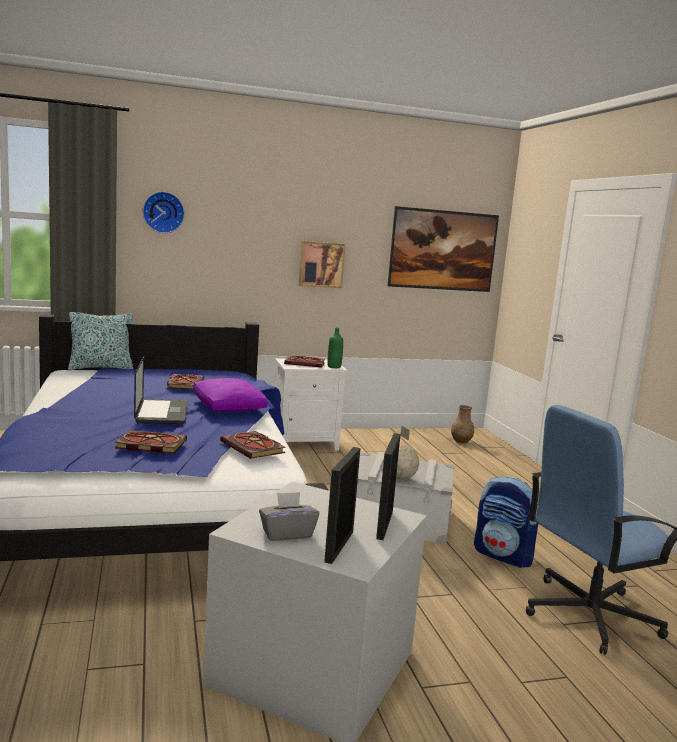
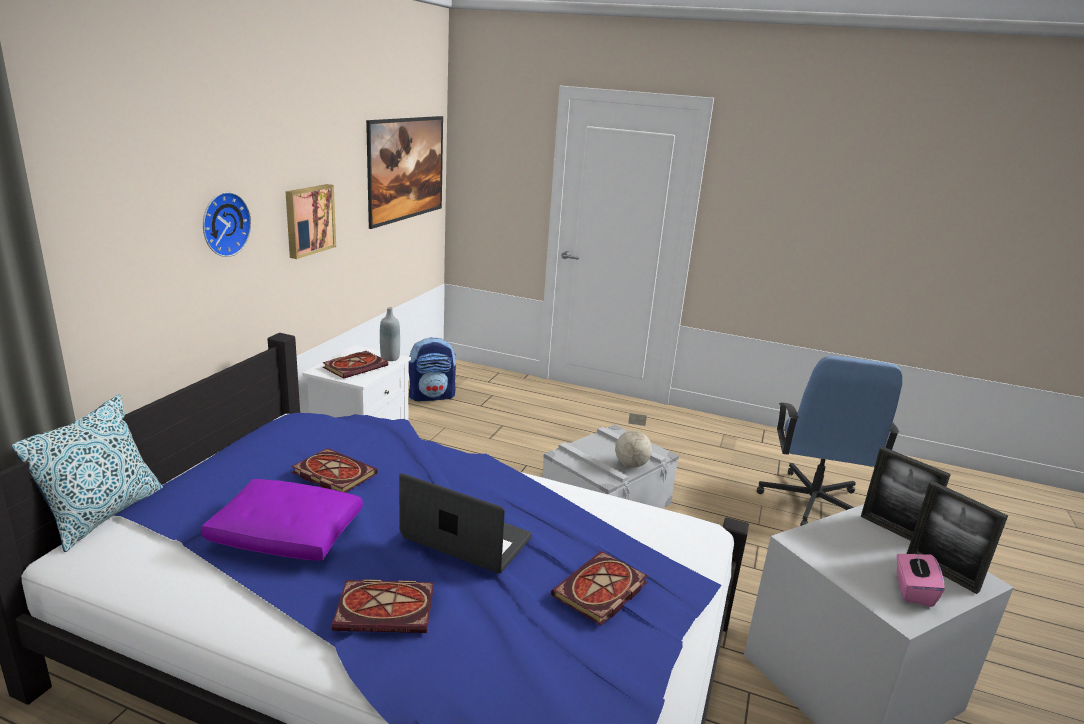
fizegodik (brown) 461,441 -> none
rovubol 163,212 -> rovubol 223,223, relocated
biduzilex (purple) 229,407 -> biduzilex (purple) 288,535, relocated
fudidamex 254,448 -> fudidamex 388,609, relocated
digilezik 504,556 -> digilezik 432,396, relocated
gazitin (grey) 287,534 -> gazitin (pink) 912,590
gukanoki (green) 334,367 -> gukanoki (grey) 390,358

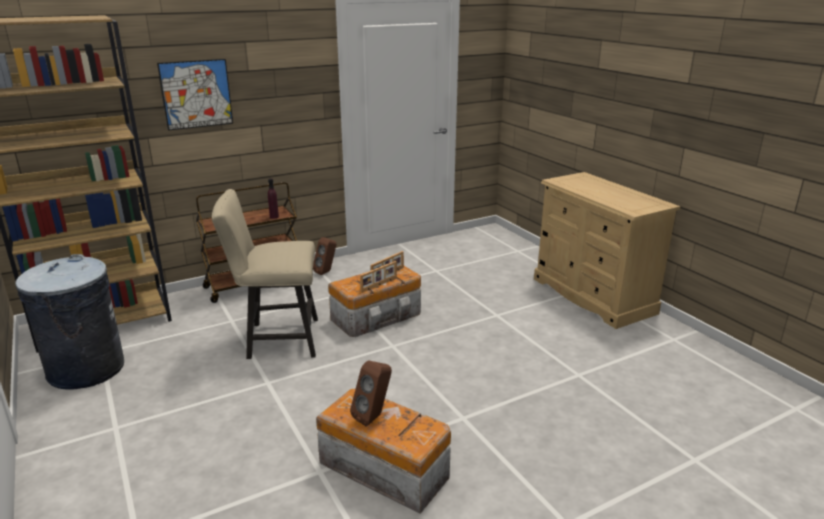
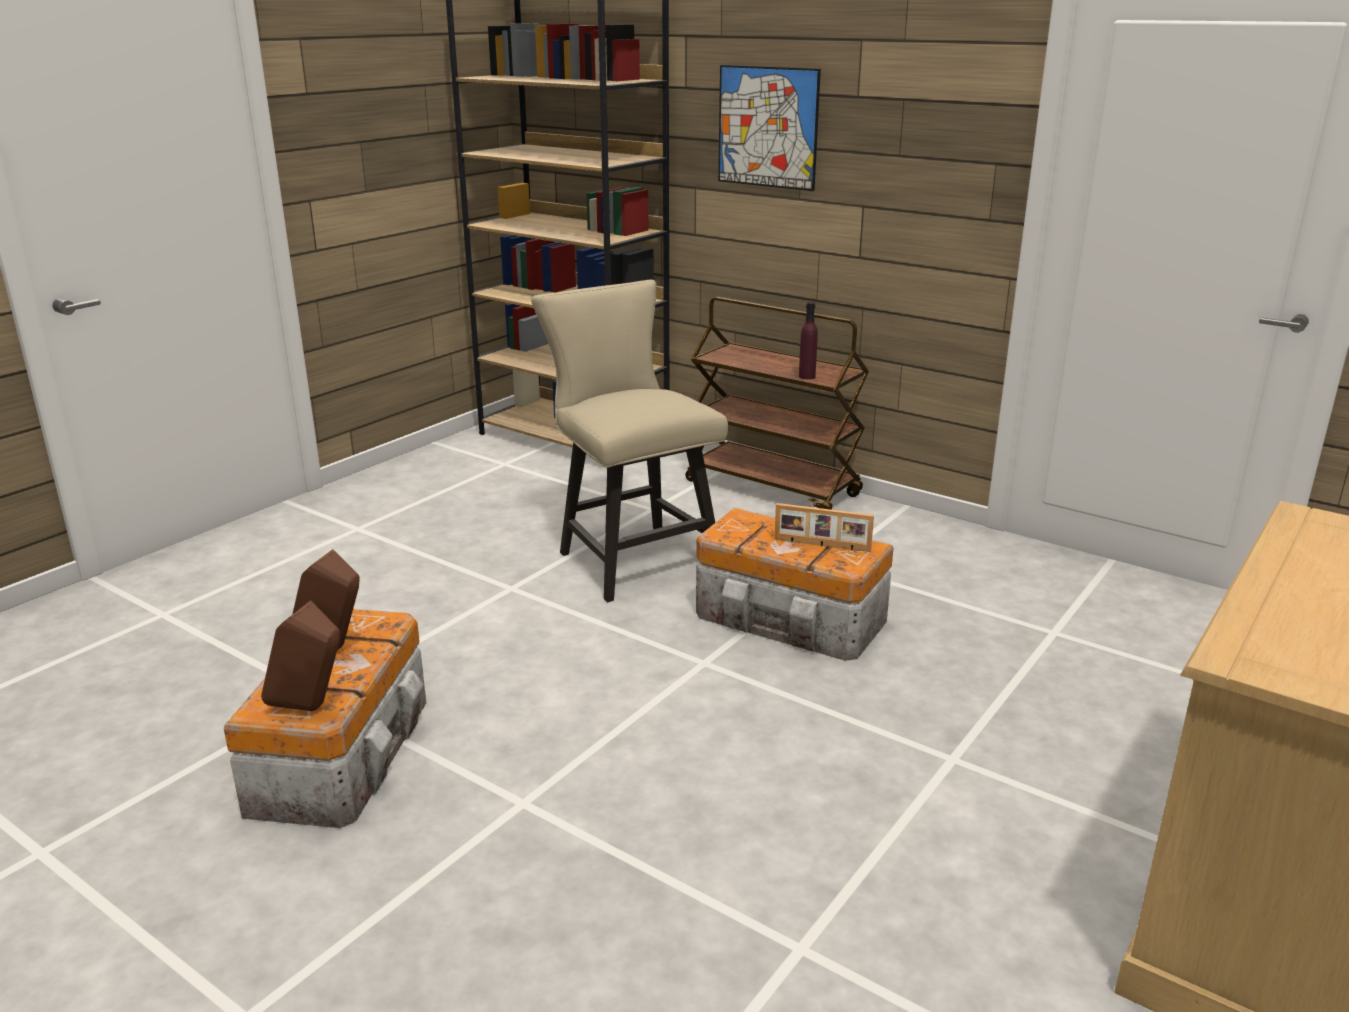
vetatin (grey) 85,369 -> none
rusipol 379,285 -> none
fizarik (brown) 326,272 -> fizarik (brown) 312,709, relocated

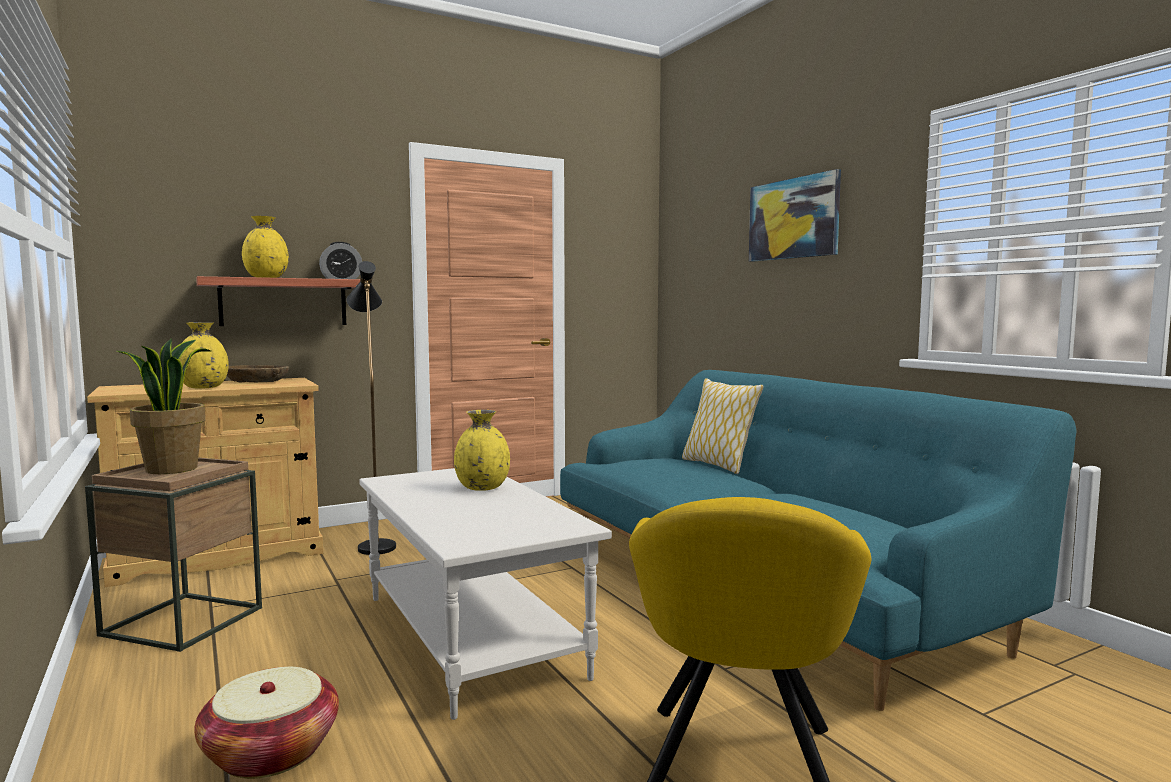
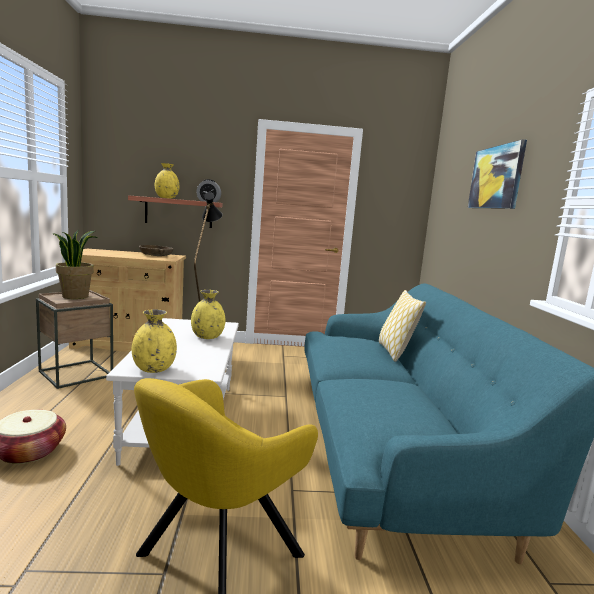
fizegodik (yellow) 203,387 -> fizegodik (yellow) 153,369, relocated

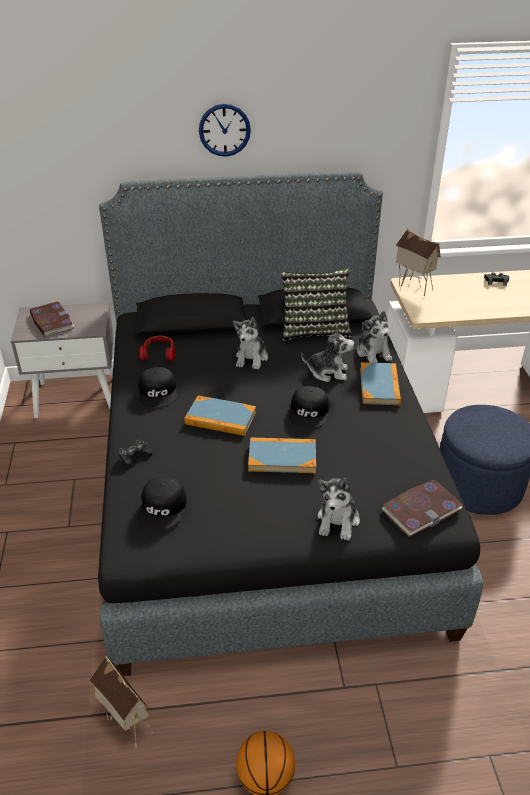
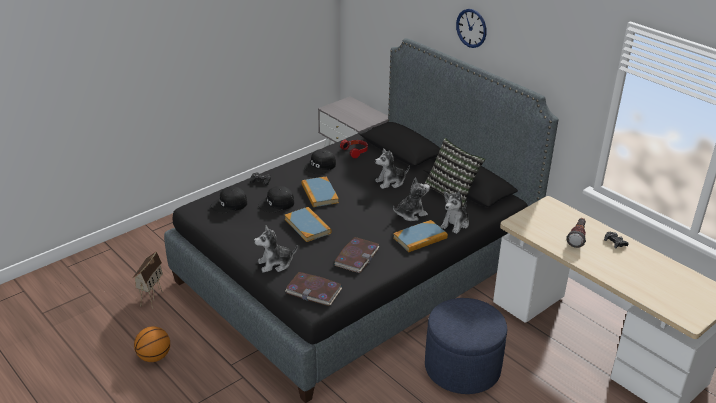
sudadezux 412,287 -> none
none -> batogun 577,237
fudidamex 51,321 -> fudidamex 356,256, relocated
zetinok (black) 309,412 -> zetinok (black) 277,204, relocated
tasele 328,372 -> tasele 411,214, 90 degrees counterclockwise

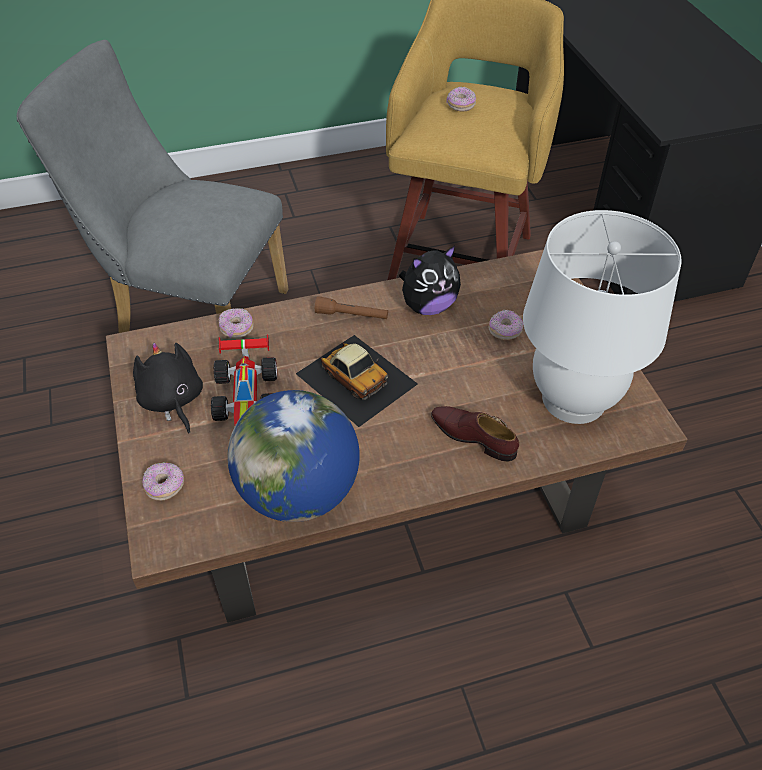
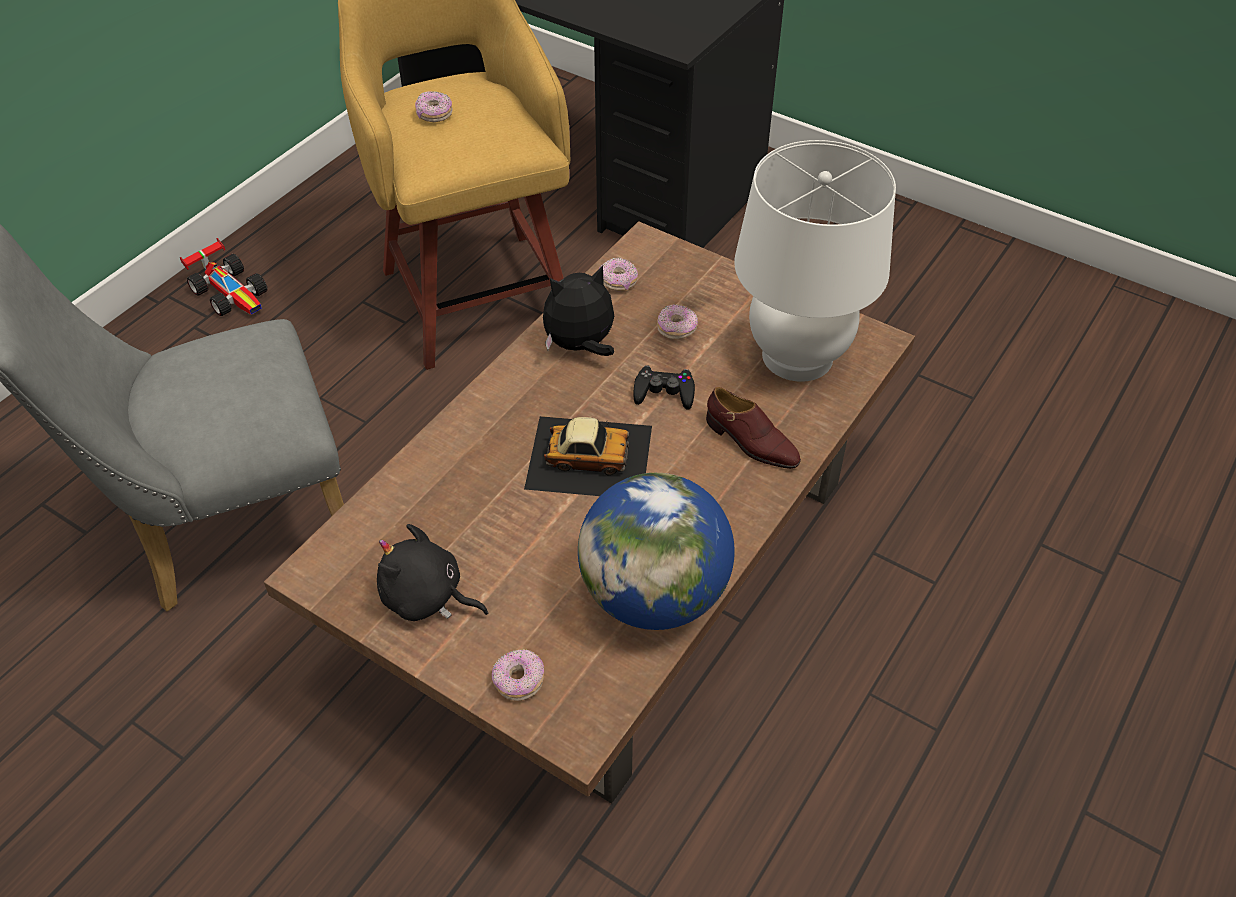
batogun (brown) 352,315 -> none
none -> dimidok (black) 664,392
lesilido 248,396 -> lesilido 231,291, relocated
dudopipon 236,329 -> dudopipon 618,282, relocated
tasele 428,306 -> tasele 580,346, 135 degrees counterclockwise
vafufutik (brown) 473,437 -> vafufutik (brown) 751,442, 135 degrees counterclockwise

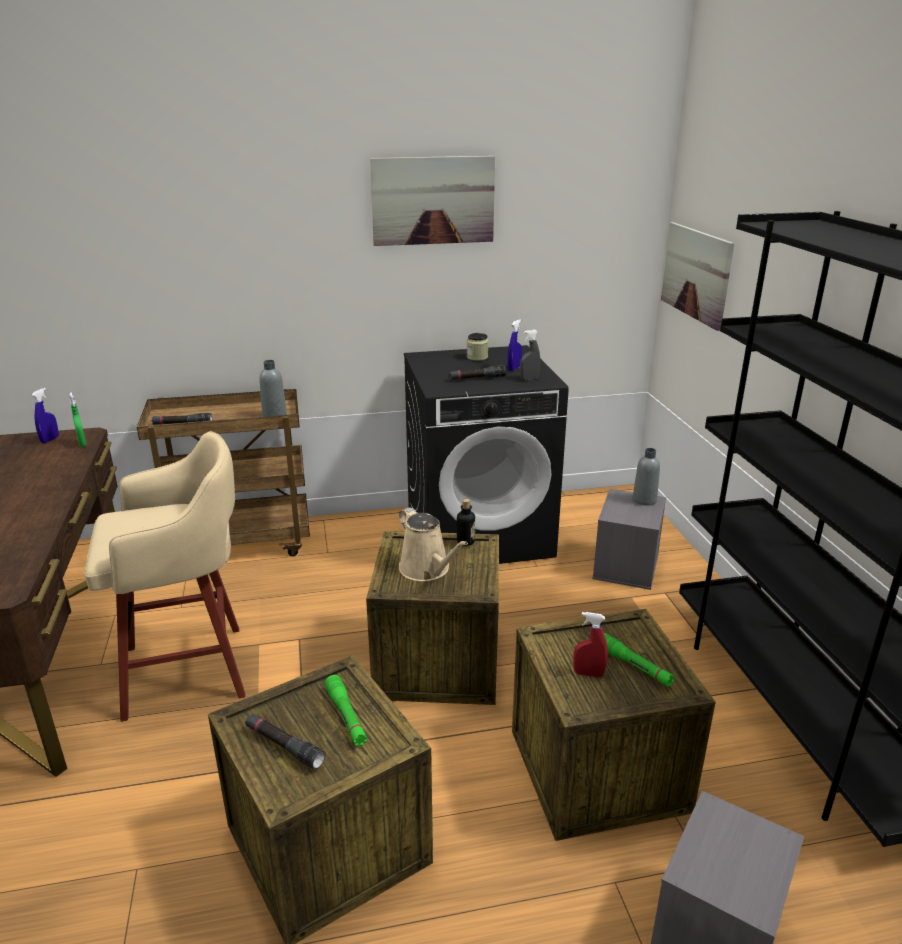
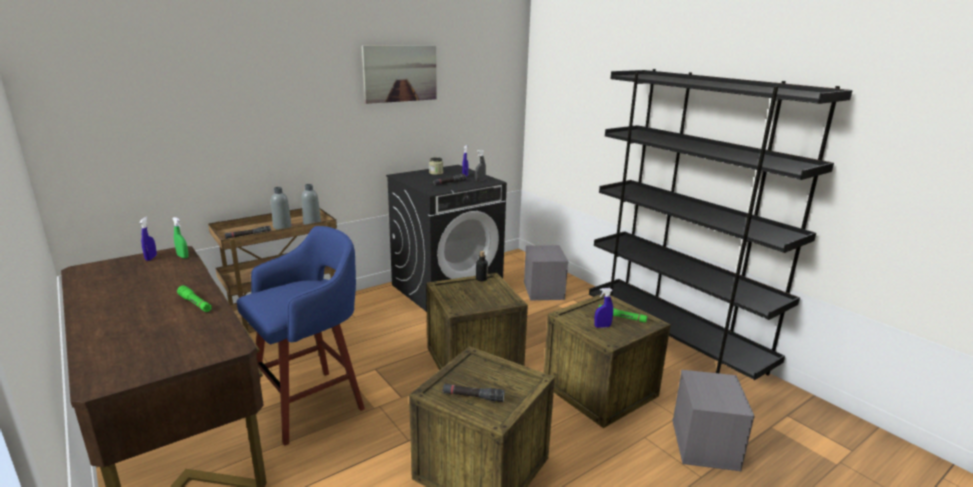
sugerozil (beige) 427,569 -> none
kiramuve 696,273 -> none
batogun (green) 346,716 -> batogun (green) 195,304, relocated
gukanoki (grey) 644,500 -> gukanoki (grey) 282,227, relocated
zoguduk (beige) 190,670 -> zoguduk (blue) 312,404
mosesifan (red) 588,674 -> mosesifan (blue) 602,326

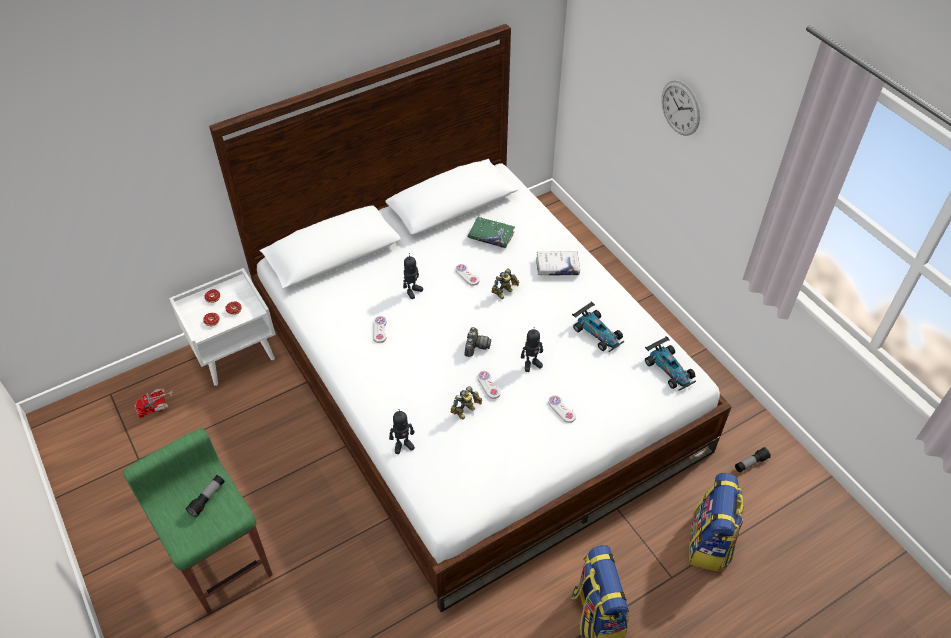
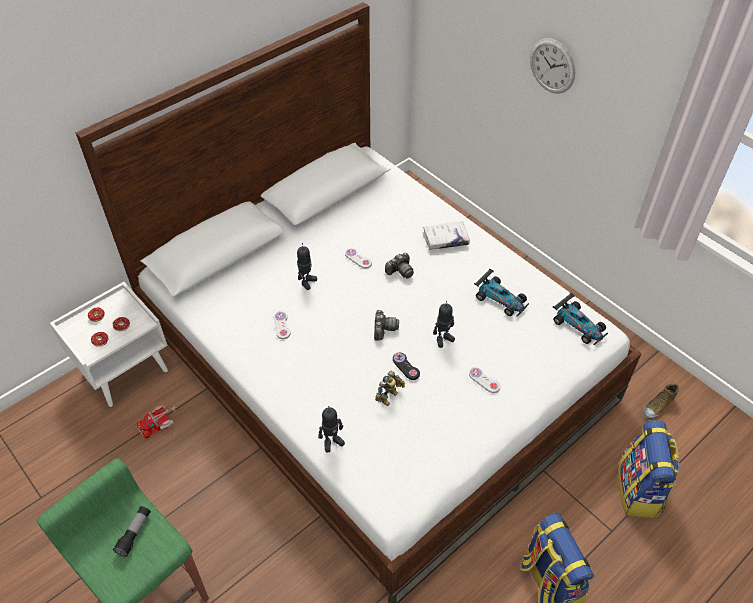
fudidamex (green) 491,236 -> none
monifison 156,405 -> monifison 159,423, relocated
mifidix 505,292 -> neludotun 400,271
batogun 750,463 -> vafufutik 658,405
dimidok (white) 488,385 -> dimidok (black) 406,367

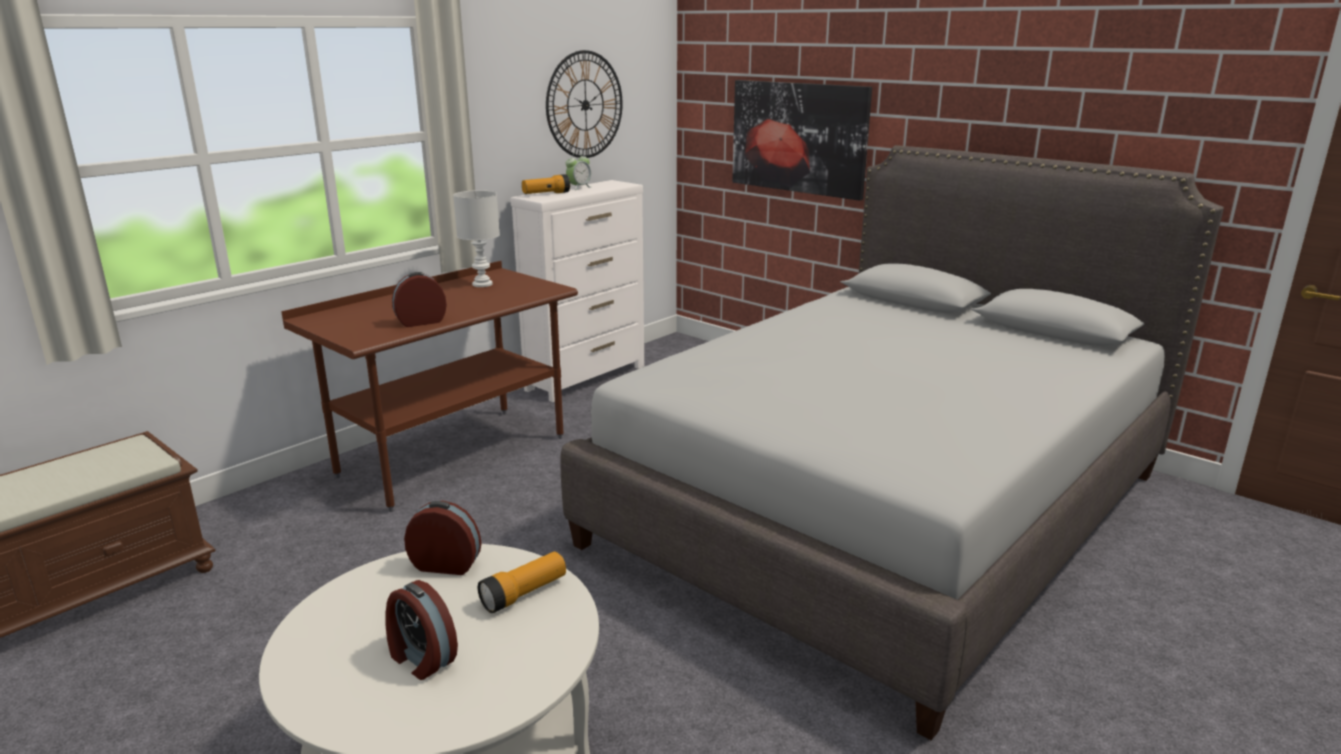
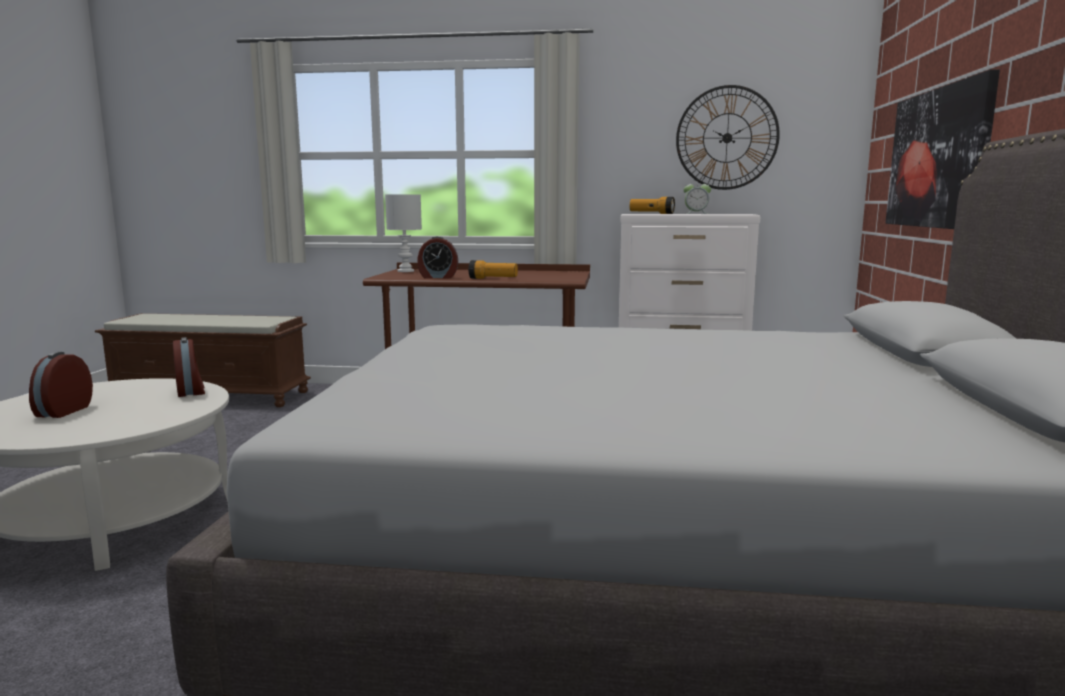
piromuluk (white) 483,284 -> piromuluk (white) 405,271, relocated
batogun 524,594 -> batogun 493,279, relocated
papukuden 421,321 -> papukuden 438,277, 150 degrees clockwise

